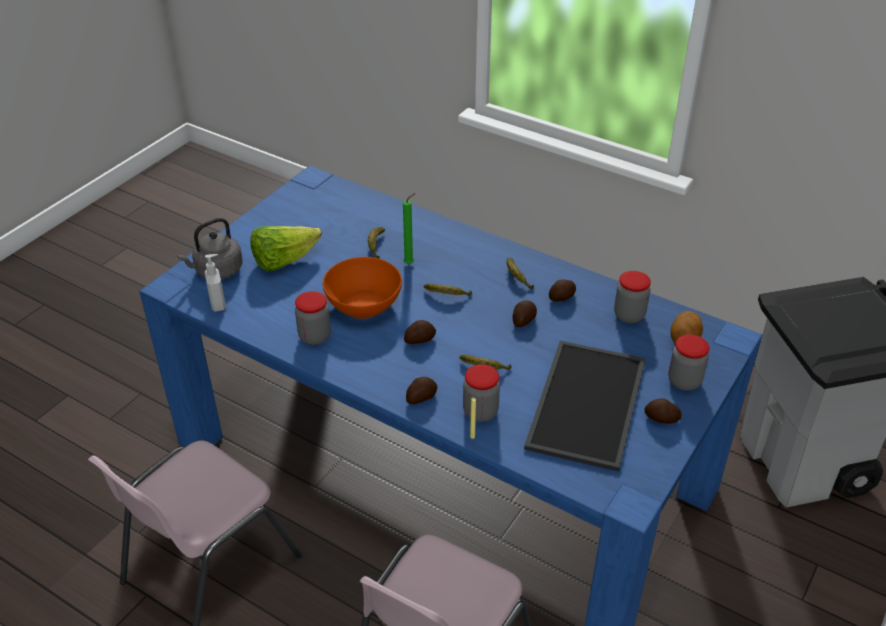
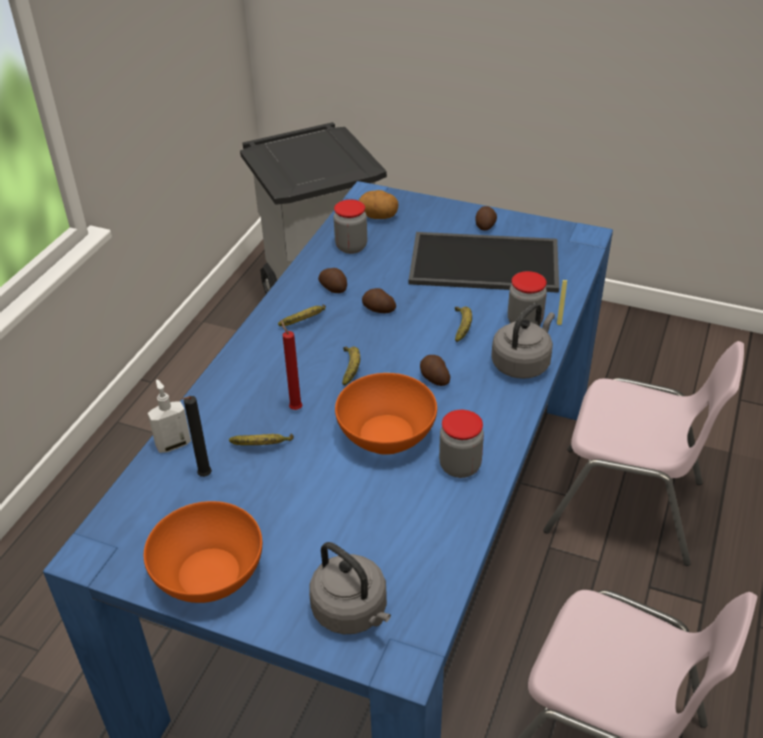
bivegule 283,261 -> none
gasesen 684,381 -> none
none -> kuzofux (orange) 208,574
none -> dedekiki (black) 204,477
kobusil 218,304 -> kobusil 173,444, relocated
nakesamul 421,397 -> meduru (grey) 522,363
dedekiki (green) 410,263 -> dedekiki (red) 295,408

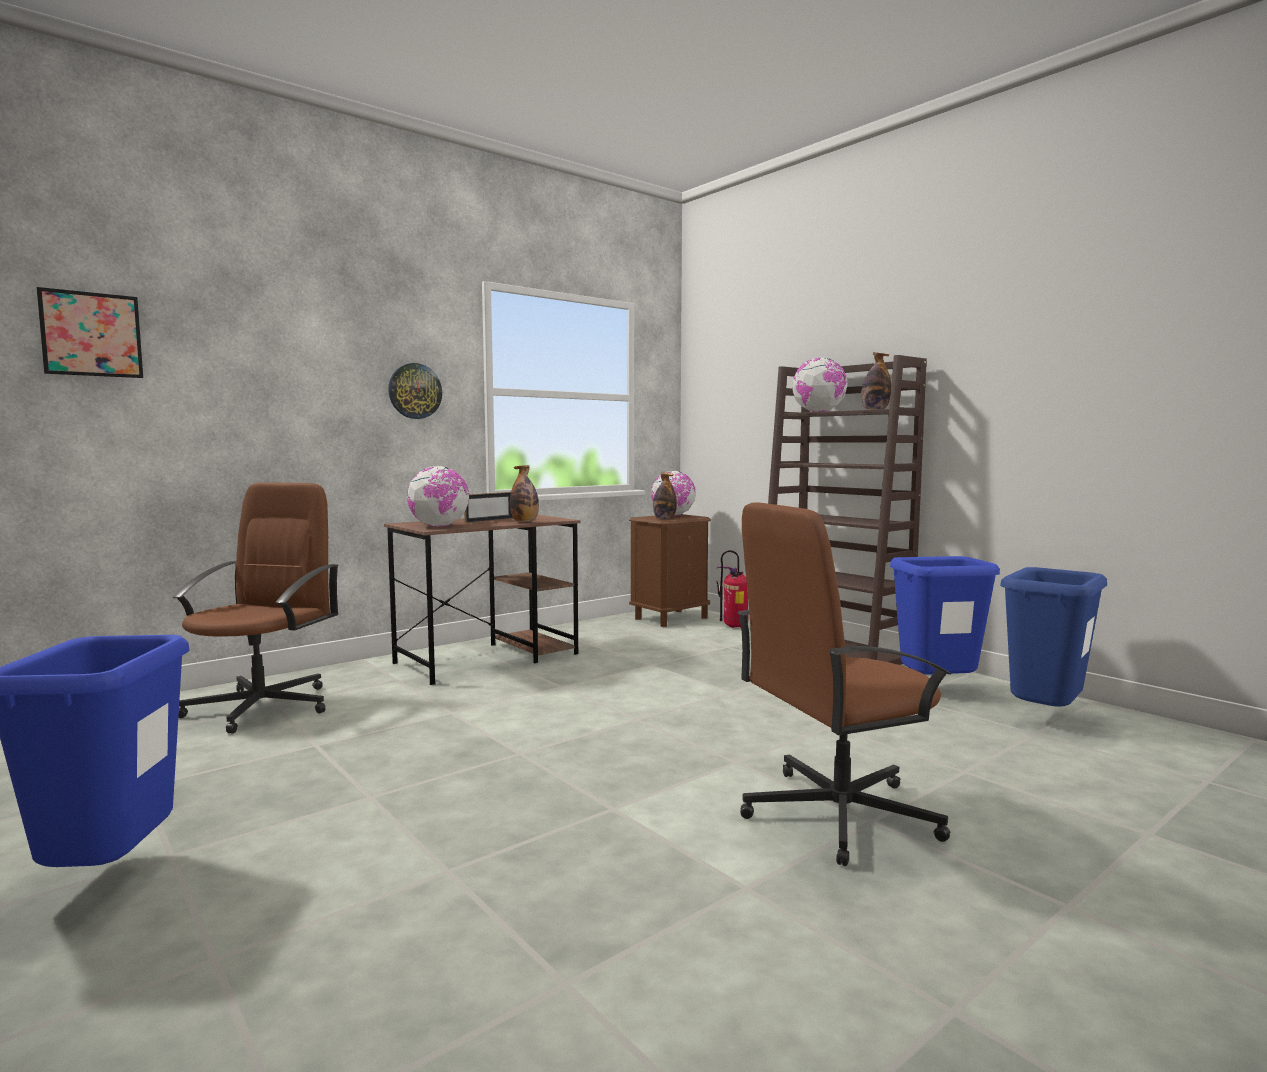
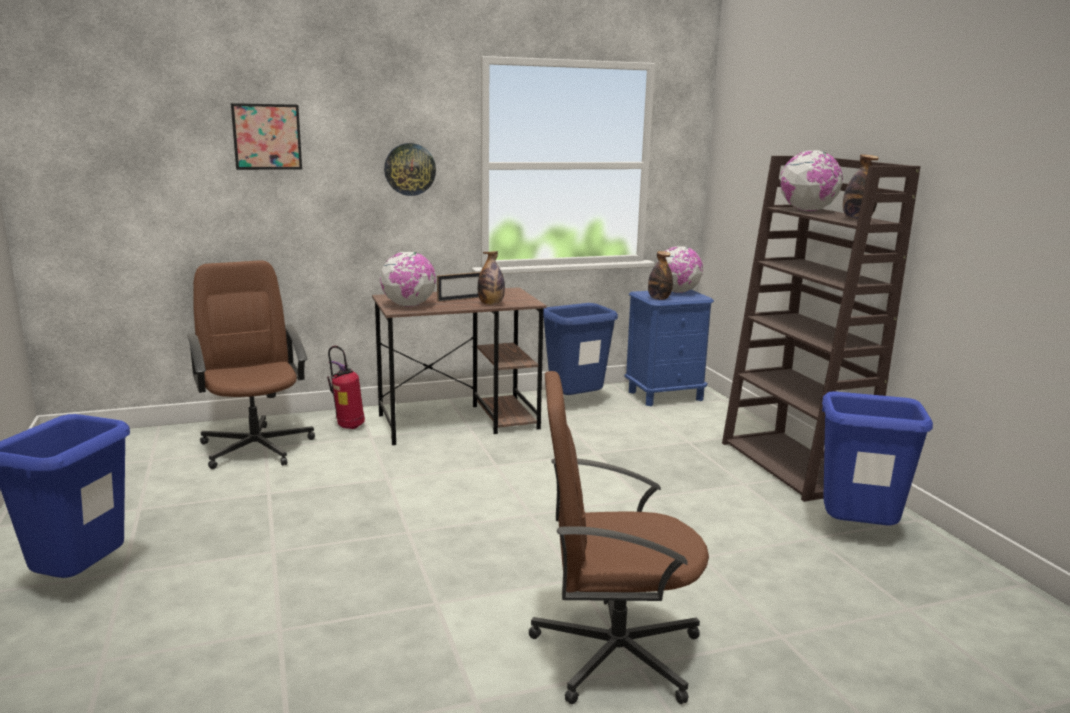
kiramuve 91,334 -> kiramuve 267,137, relocated
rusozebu 734,627 -> rusozebu 348,427, relocated
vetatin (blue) 1045,719 -> vetatin (blue) 576,404, relocated
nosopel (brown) 671,618 -> nosopel (blue) 665,395
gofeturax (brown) 263,707 -> gofeturax (brown) 256,447, 60 degrees counterclockwise

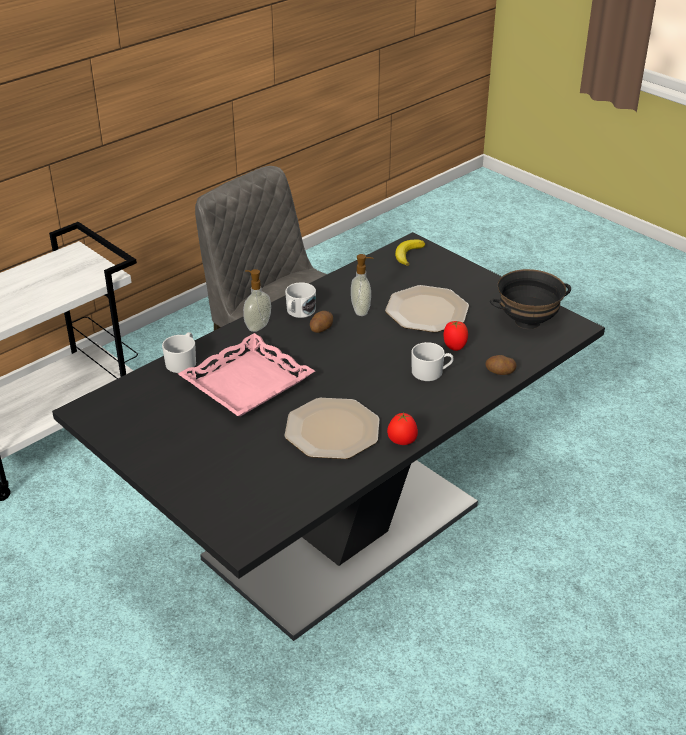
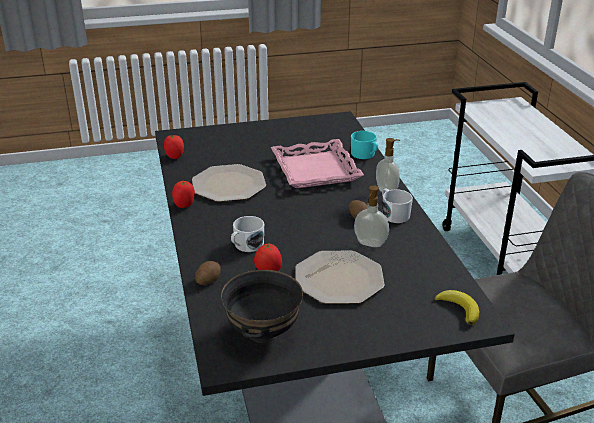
none -> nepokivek 174,157
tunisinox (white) 183,361 -> tunisinox (turquoise) 365,155

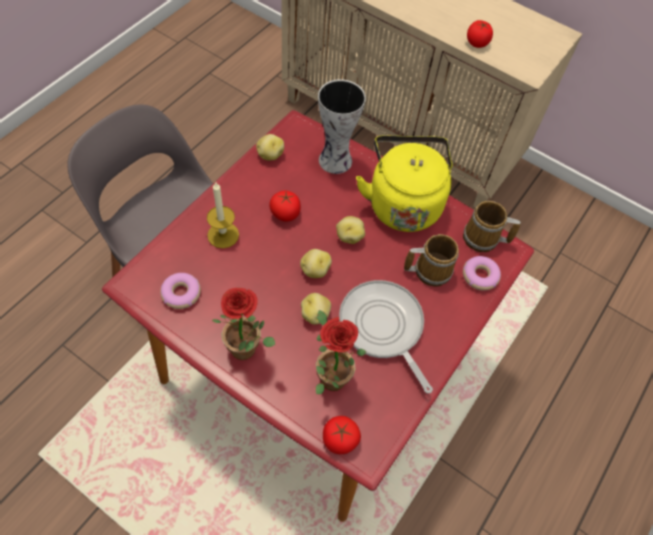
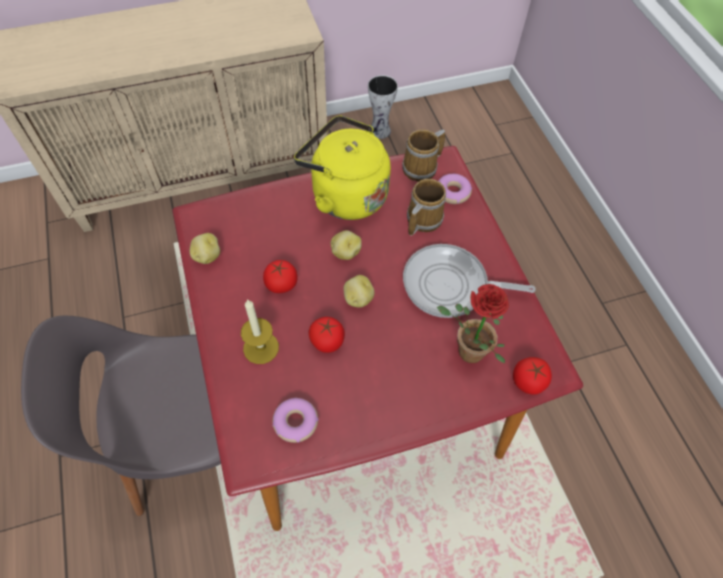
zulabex 248,350 -> none
nakesamul 315,314 -> none
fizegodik 335,162 -> fizegodik 381,131, relocated
nepokivek 477,43 -> nepokivek 327,341, relocated

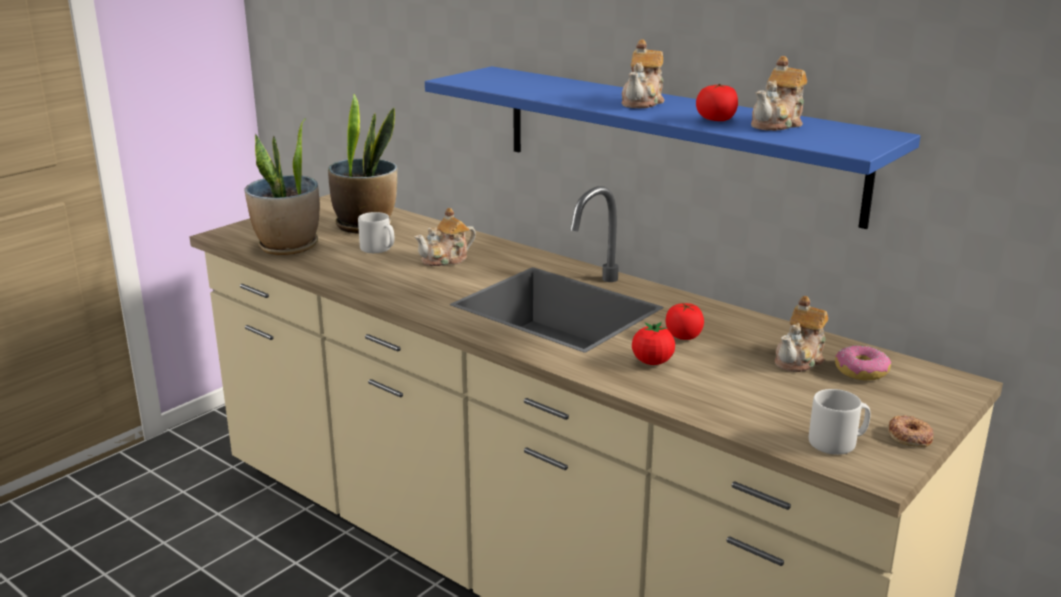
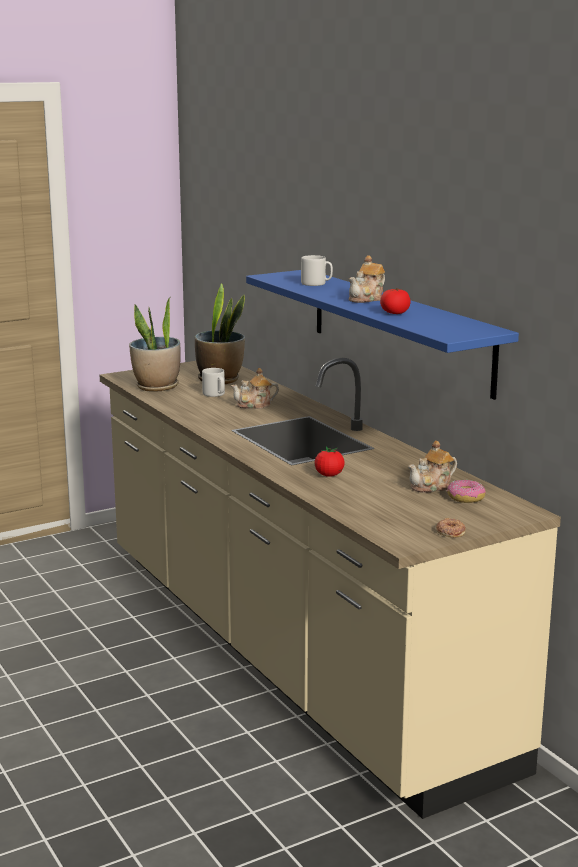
nepokivek 684,336 -> none
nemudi 778,124 -> none
tunisinox (grey) 838,443 -> tunisinox (grey) 316,284, relocated

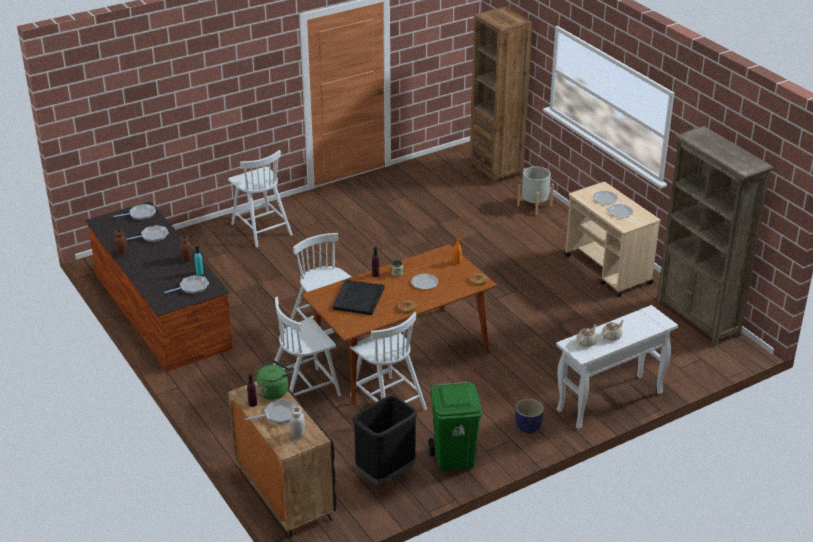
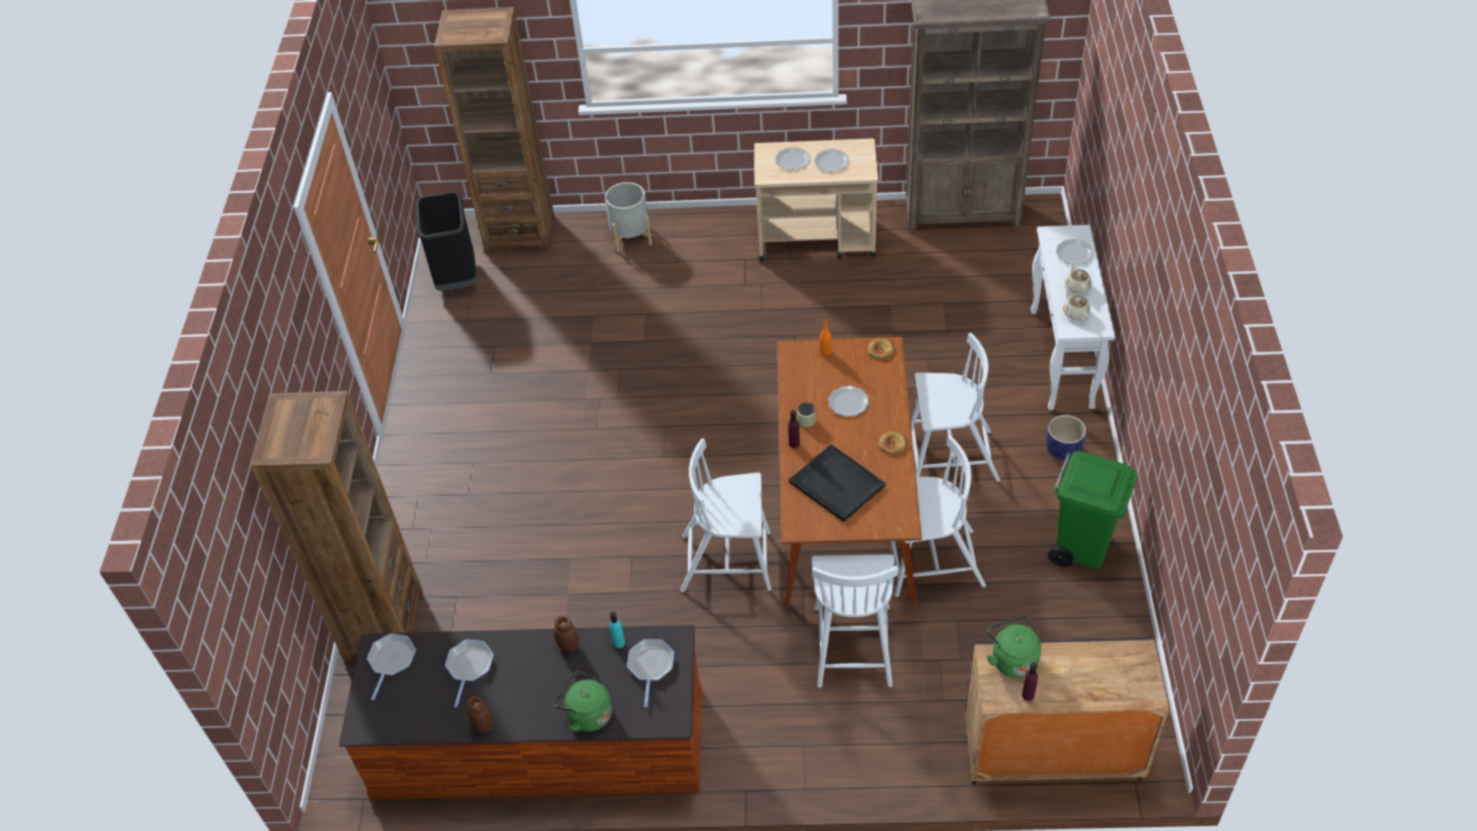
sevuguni 279,415 -> none
gasesen (white) 298,434 -> none
none -> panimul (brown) 383,624
none -> meduru (green) 587,714
none -> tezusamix 1074,253
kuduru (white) 261,229 -> kuduru (white) 949,458, relocated
vetatin (black) 385,474 -> vetatin (black) 457,278, relocated

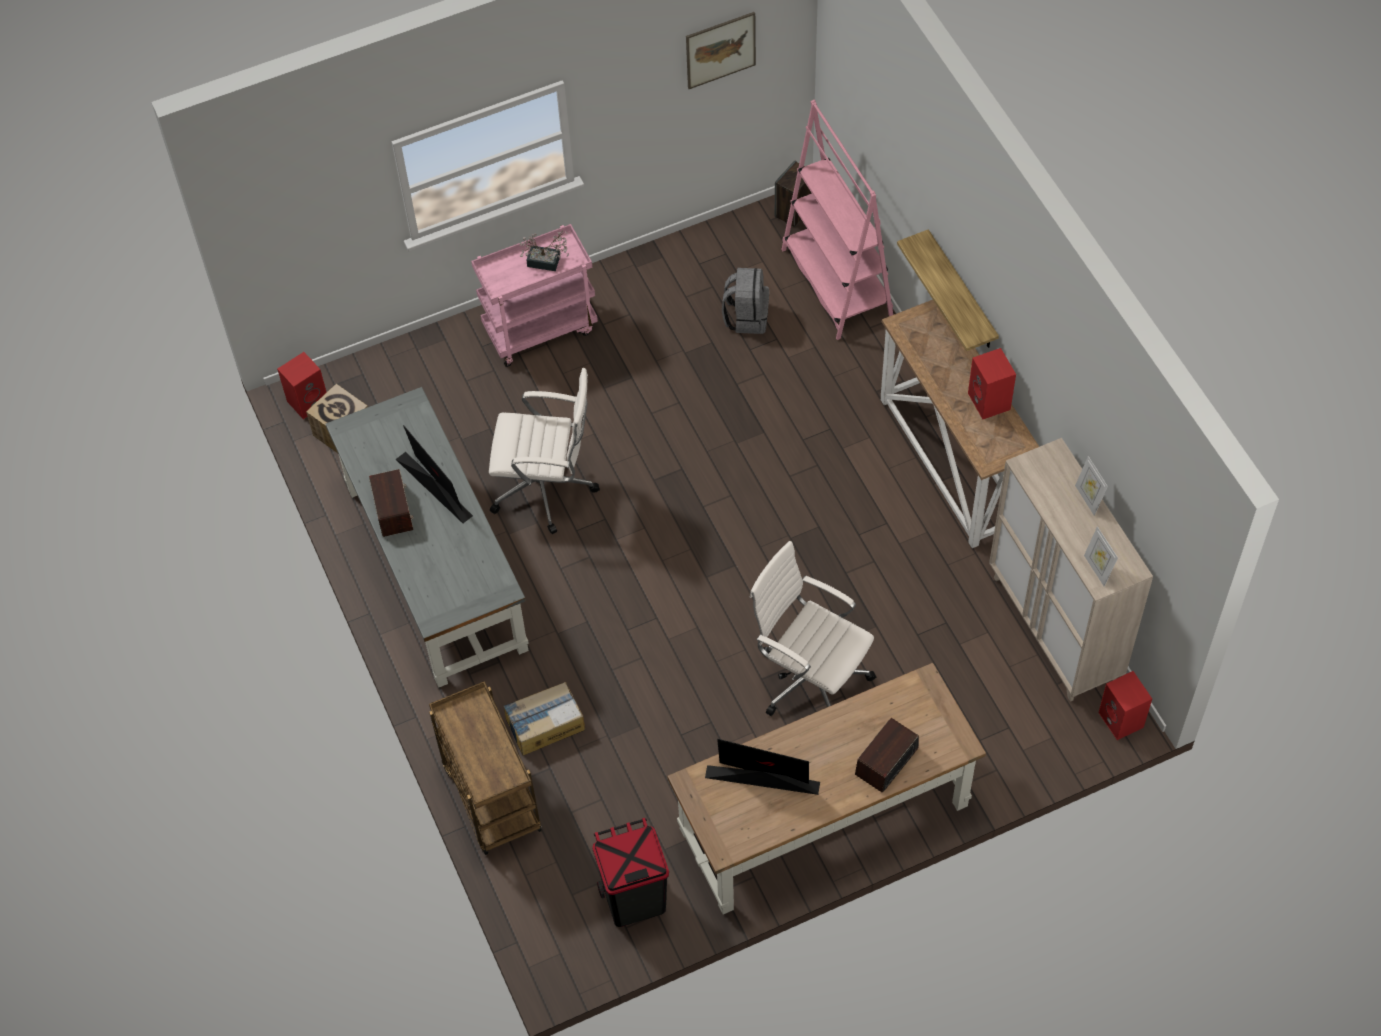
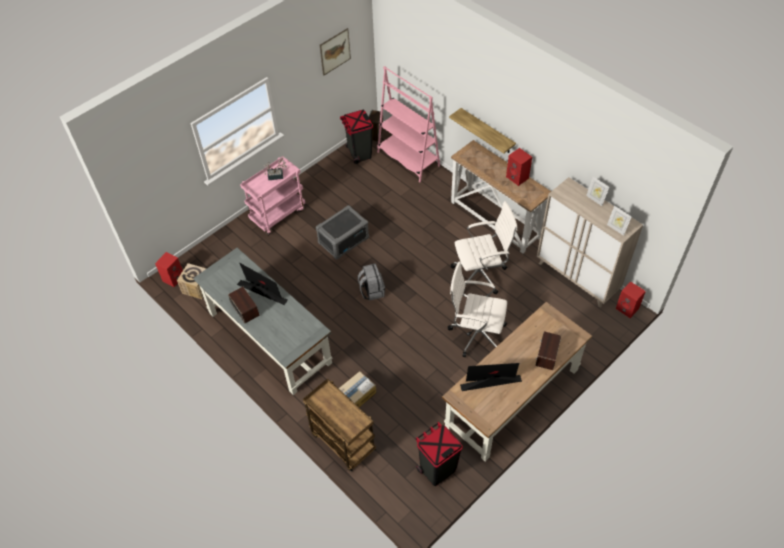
none -> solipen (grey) 343,240
none -> vetatin (black) 359,153
gofeturax (white) 546,488 -> gofeturax (white) 481,274, relocated
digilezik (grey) 746,317 -> digilezik (grey) 371,290, relocated

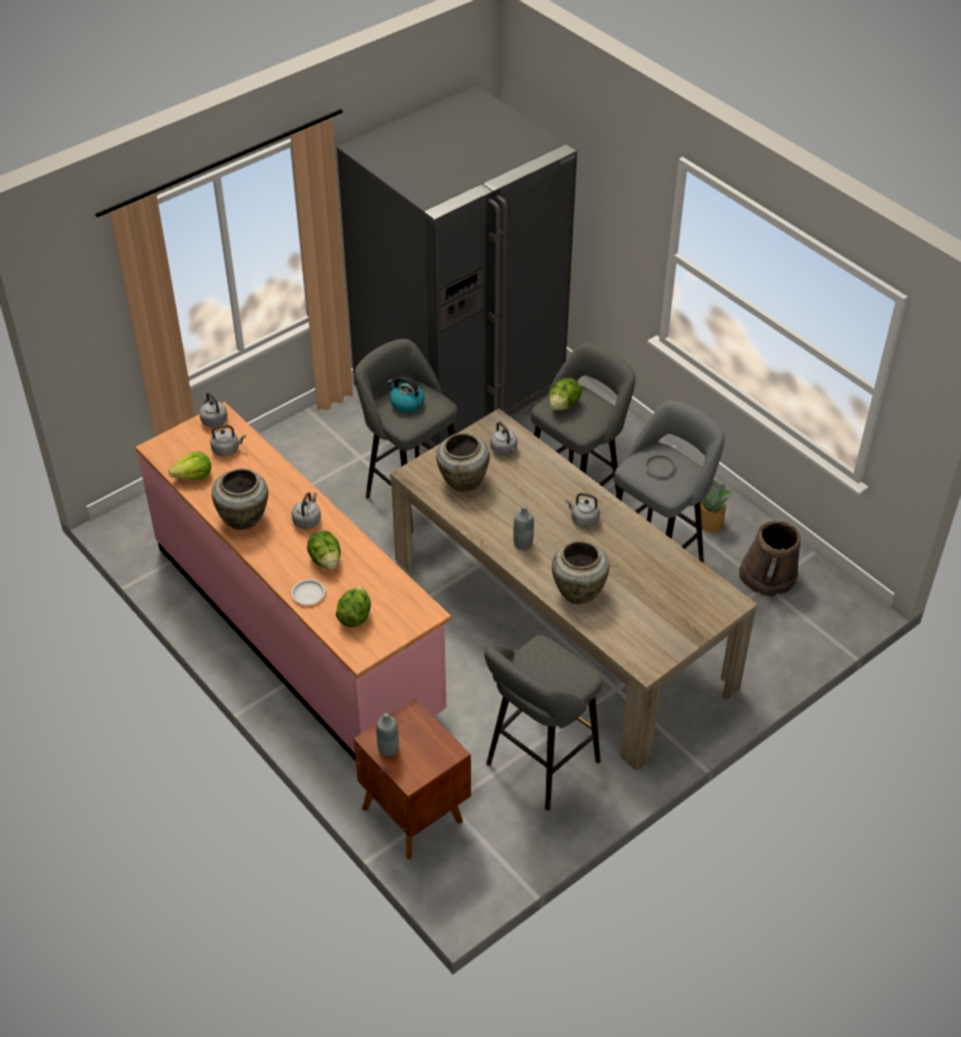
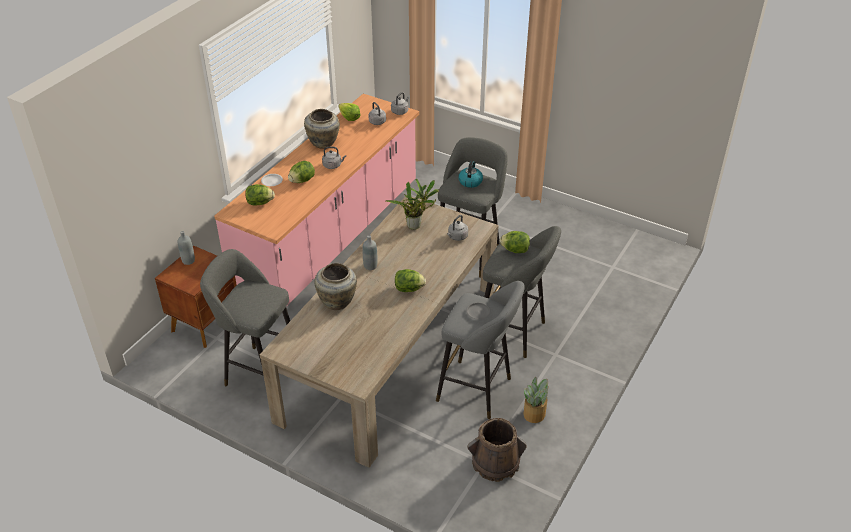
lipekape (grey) 459,387 -> none
fizegodik (beige) 462,481 -> zulabex 416,226
meduru (grey) 583,519 -> bivegule 409,289

